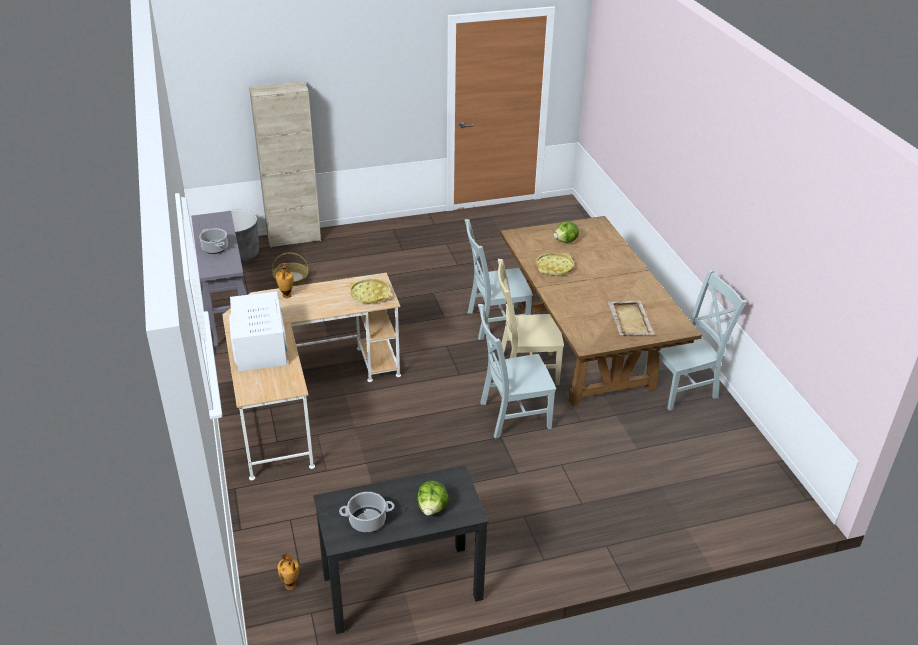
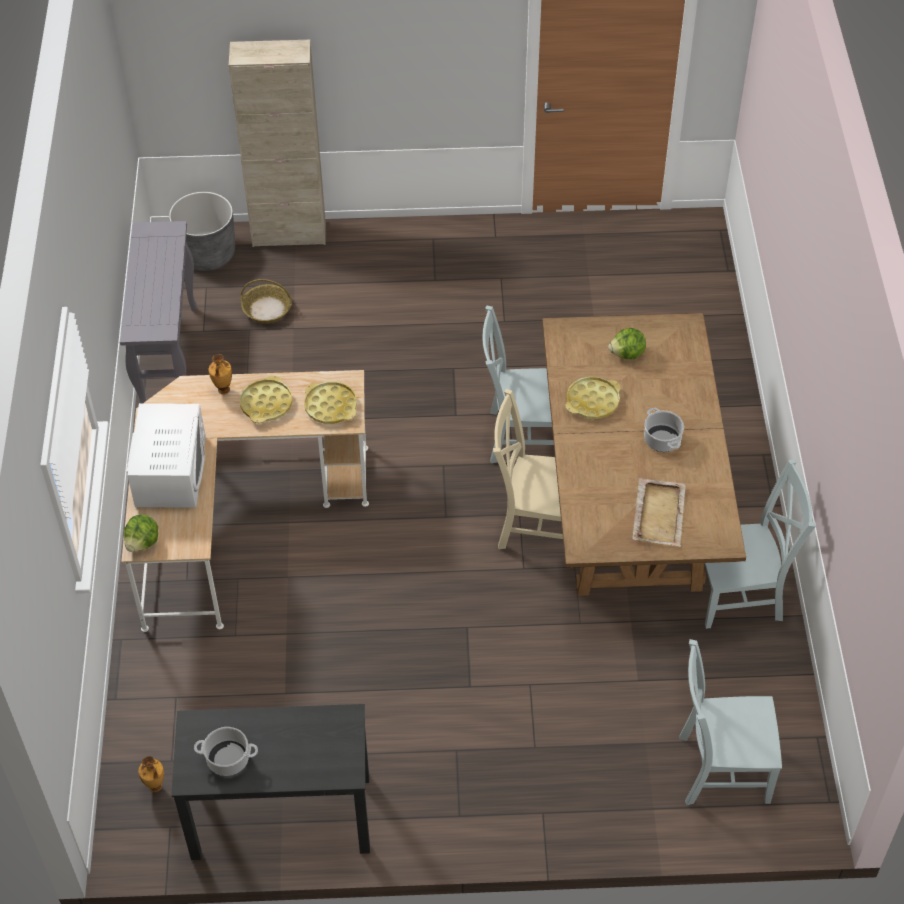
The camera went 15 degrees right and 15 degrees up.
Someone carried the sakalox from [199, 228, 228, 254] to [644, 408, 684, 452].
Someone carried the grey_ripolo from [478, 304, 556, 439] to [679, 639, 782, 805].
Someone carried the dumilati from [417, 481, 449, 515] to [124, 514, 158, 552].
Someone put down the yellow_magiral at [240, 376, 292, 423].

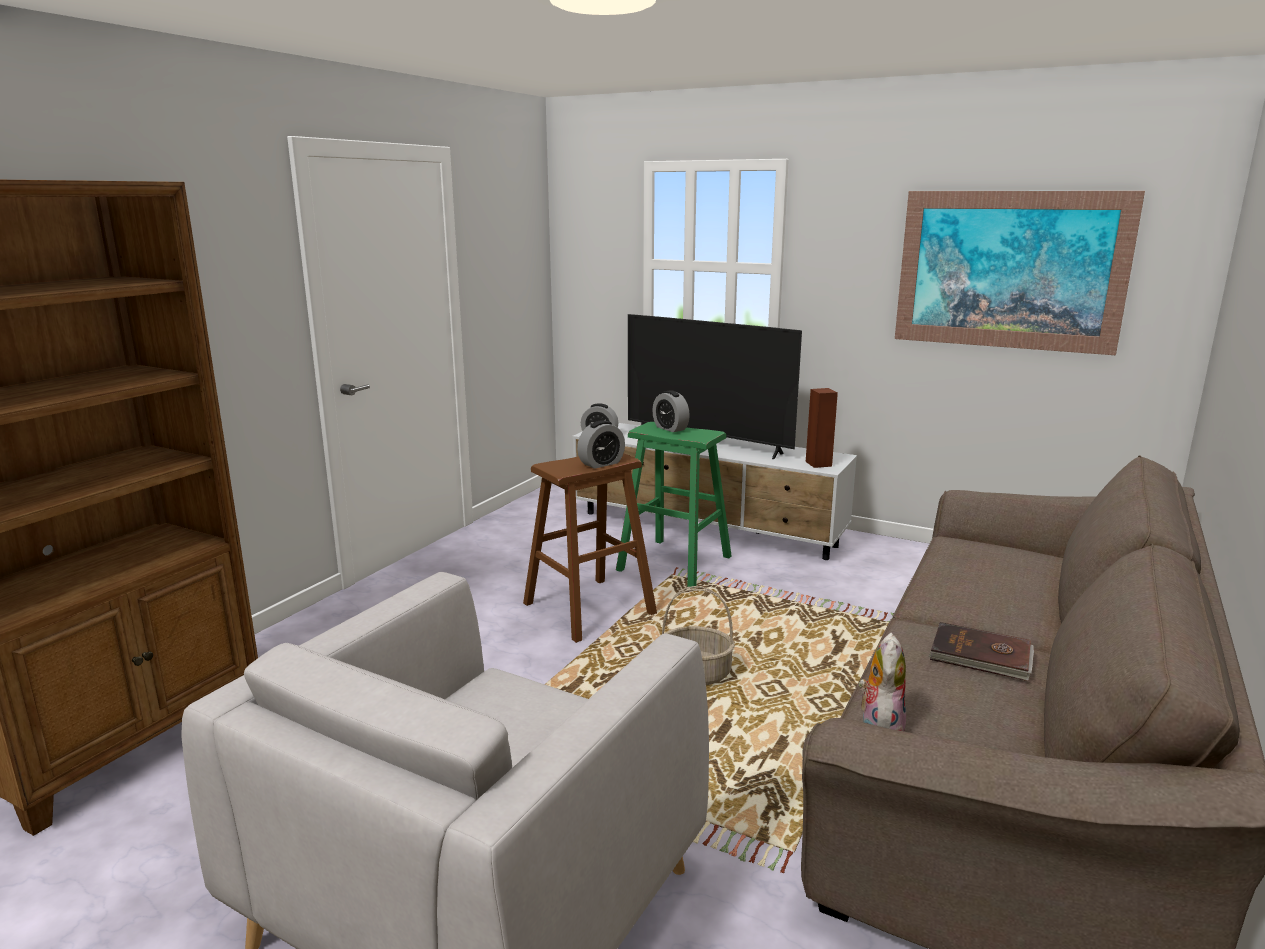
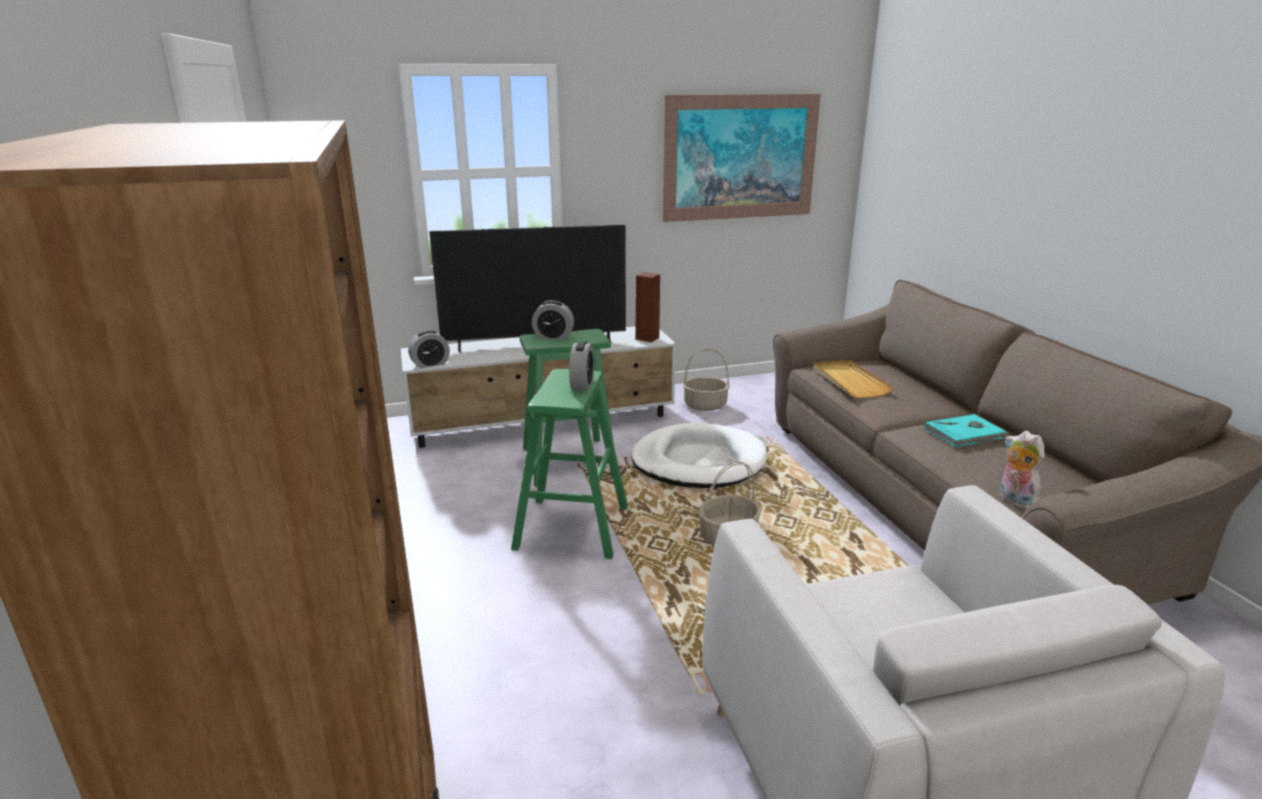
The camera went 45 degrees left and 5 degrees up.
Someone repainted the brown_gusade at [523, 453, 657, 643], which became the green_gusade at [511, 369, 628, 559].
Someone repainted the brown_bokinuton at [929, 622, 1034, 681], which became the turquoise_bokinuton at [925, 414, 1009, 448].
Someone put down the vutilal at [683, 349, 730, 411].
Someone put down the beige_magiral at [814, 360, 894, 398].
Someone put down the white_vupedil at [631, 423, 767, 488].

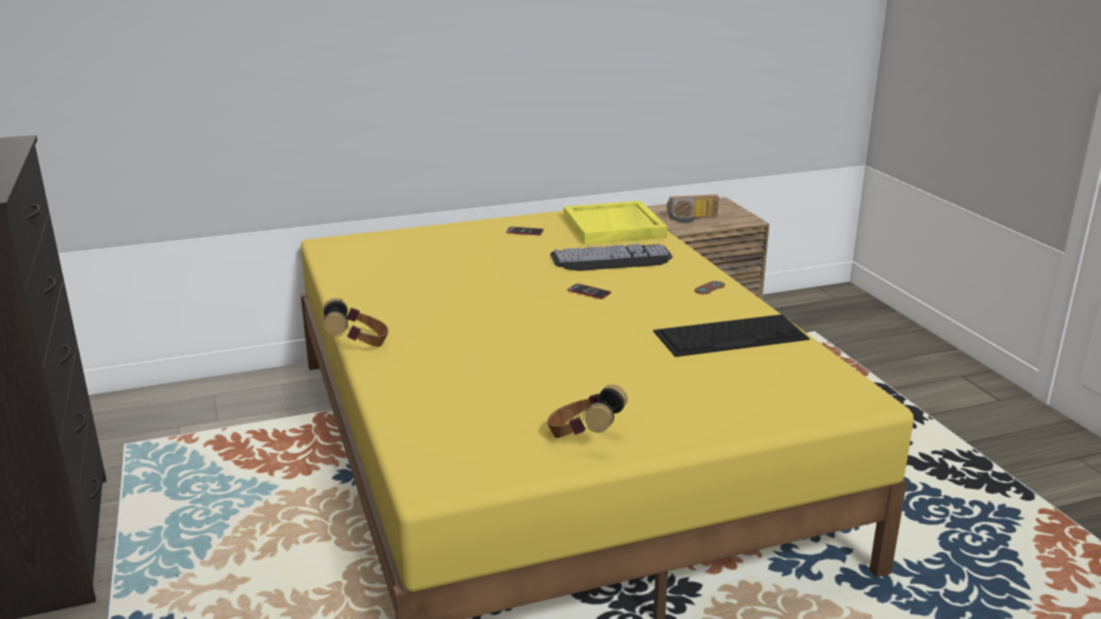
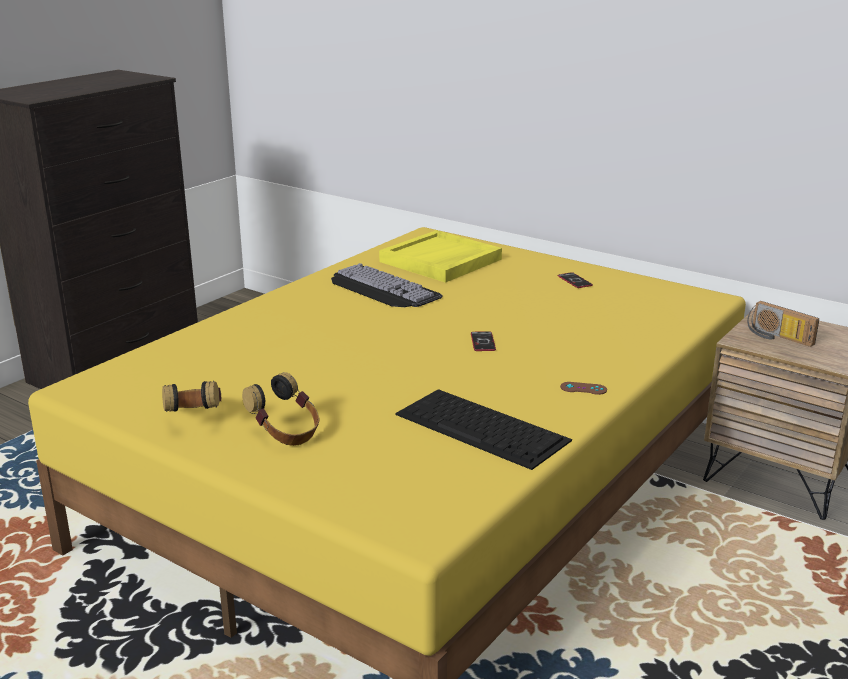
The camera went 55 degrees right and 0 degrees up.
Someone carried the yellow_magiral from [564, 201, 668, 245] to [379, 230, 502, 283].
Someone carried the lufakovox from [550, 244, 673, 271] to [331, 263, 443, 307].
Someone carried the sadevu from [324, 298, 389, 347] to [242, 372, 319, 446].

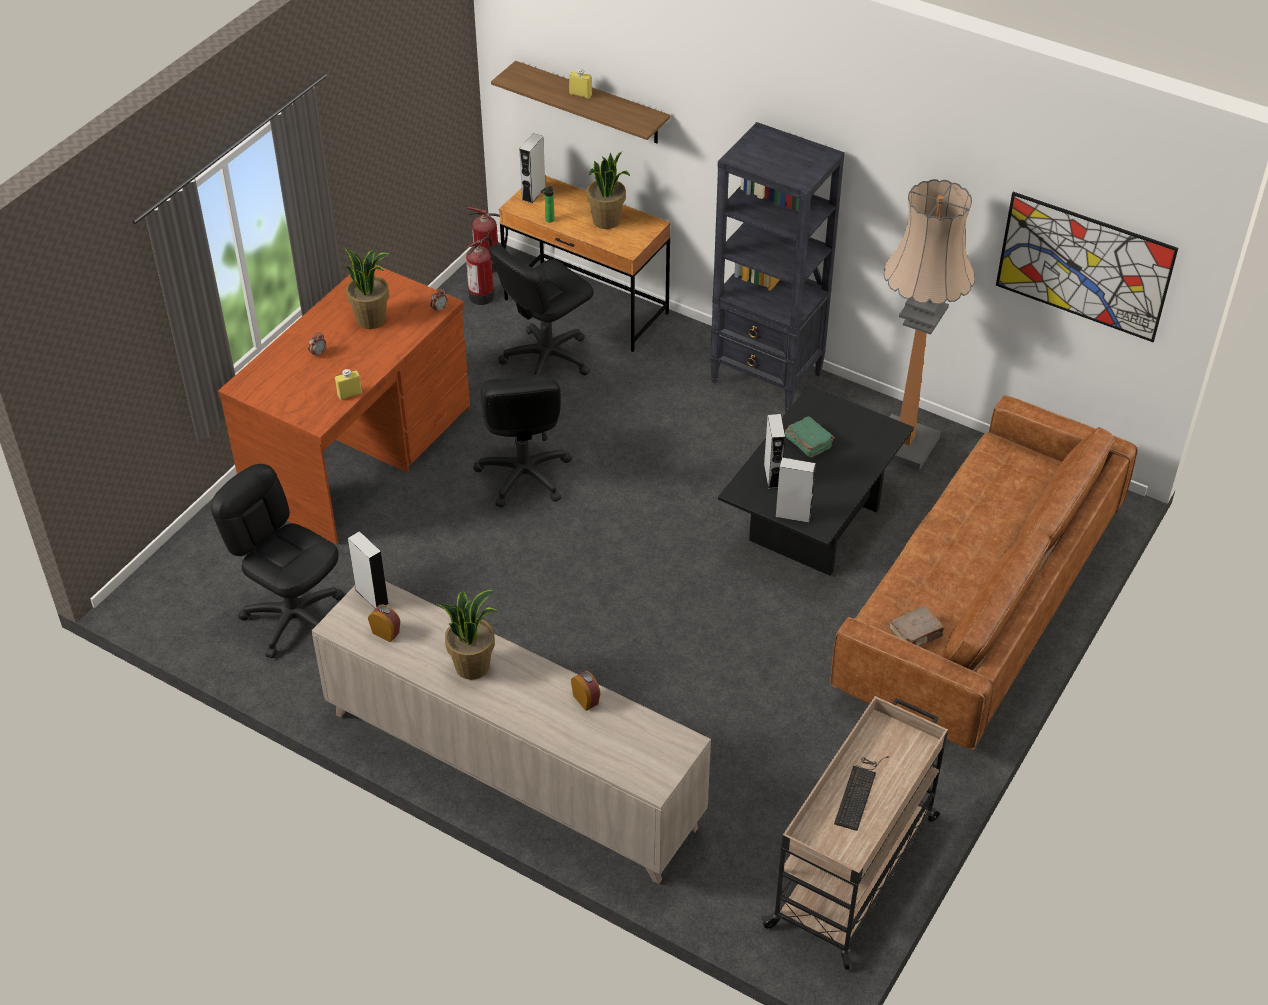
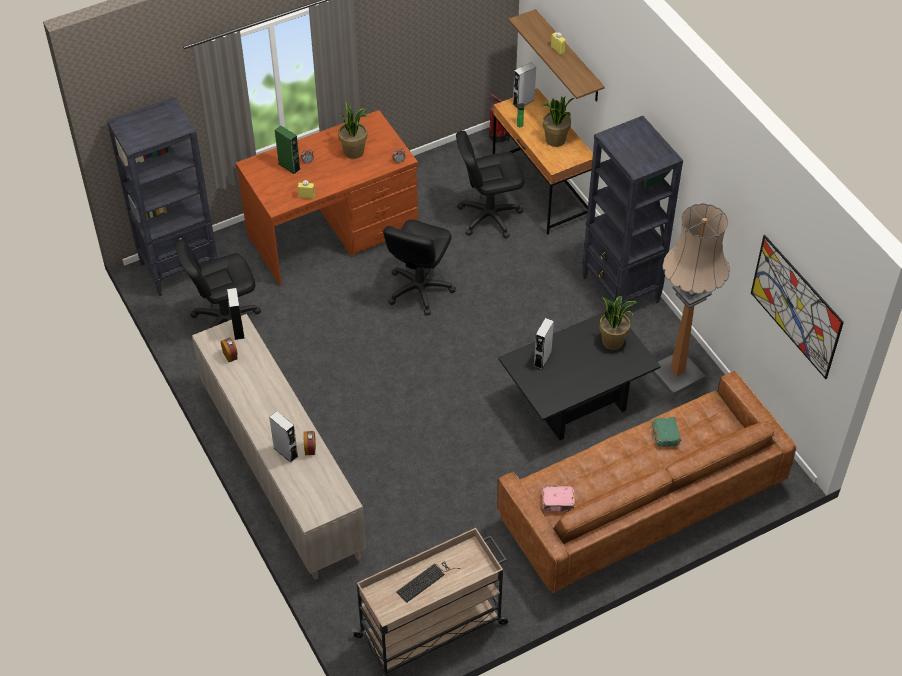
The camera went 30 degrees right and 5 degrees up.
Someone took away the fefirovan at [466, 237, 495, 305].
Someone carried the green_bokinuton from [785, 416, 835, 457] to [652, 417, 681, 447].
Someone carried the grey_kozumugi from [775, 458, 816, 523] to [269, 411, 298, 463].
Someone rotated the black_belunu at [211, 464, 345, 658] by 90 degrees counterclockwise.
Someone carried the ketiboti from [436, 590, 499, 680] to [599, 296, 637, 350].
Someone repainted the brown_bokinuton at [890, 606, 944, 646], which became the pink_bokinuton at [542, 486, 575, 512].
Someone put down the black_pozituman at [107, 97, 218, 296].
Someone put down the green_kozumugi at [275, 126, 301, 175].

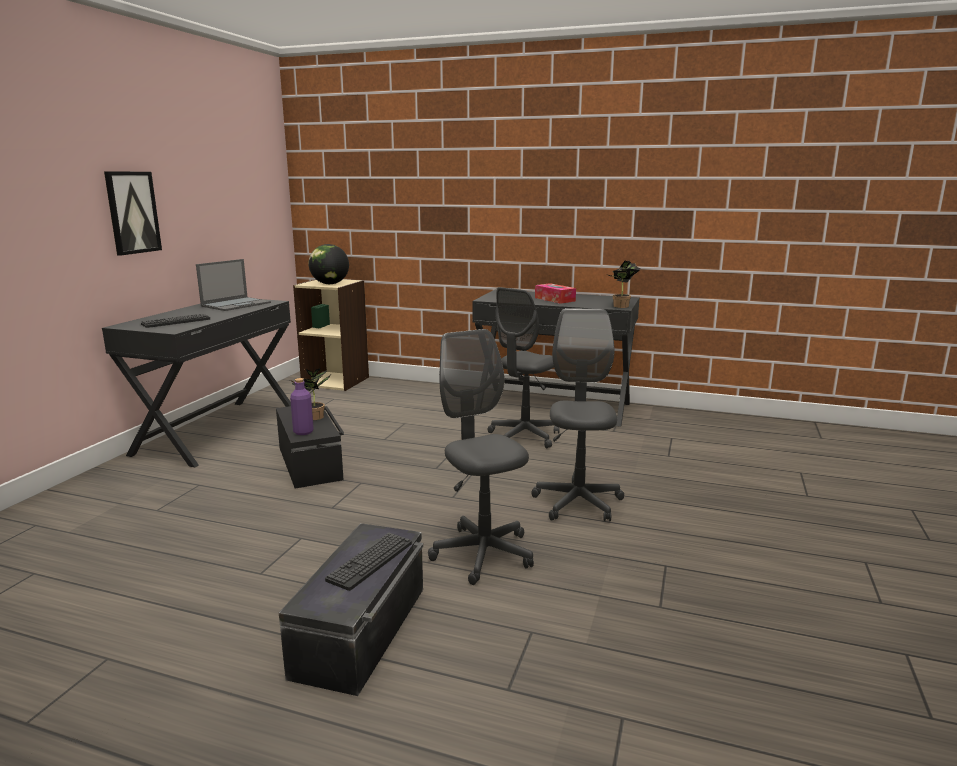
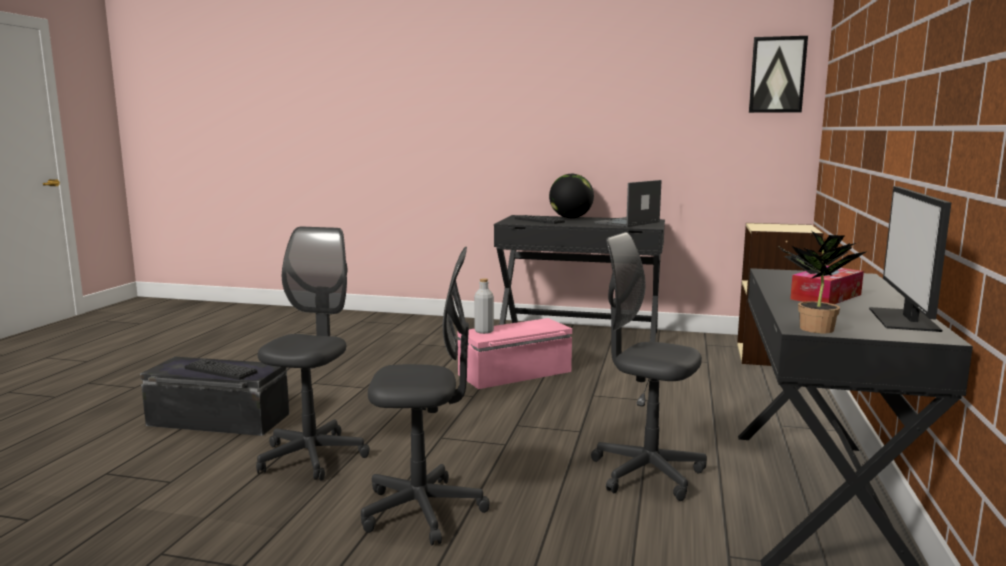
The camera went 85 degrees right and 5 degrees down.
Someone carried the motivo from [104, 171, 162, 256] to [749, 36, 808, 113].
Someone carried the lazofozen from [308, 244, 349, 284] to [549, 174, 594, 218].
Someone rotated the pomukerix at [196, 259, 271, 311] by 105 degrees clockwise.
Someone rotated the grey_belunu at [428, 329, 534, 585] by 45 degrees counterclockwise.
Someone took away the ketiboti at [290, 368, 331, 420].
Someone repainted the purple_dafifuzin at [290, 378, 314, 435], which became the grey_dafifuzin at [474, 278, 494, 334].
Someone repainted the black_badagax at [276, 406, 344, 488], which became the pink_badagax at [458, 318, 572, 389].
Someone put down the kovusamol at [869, 186, 951, 332].

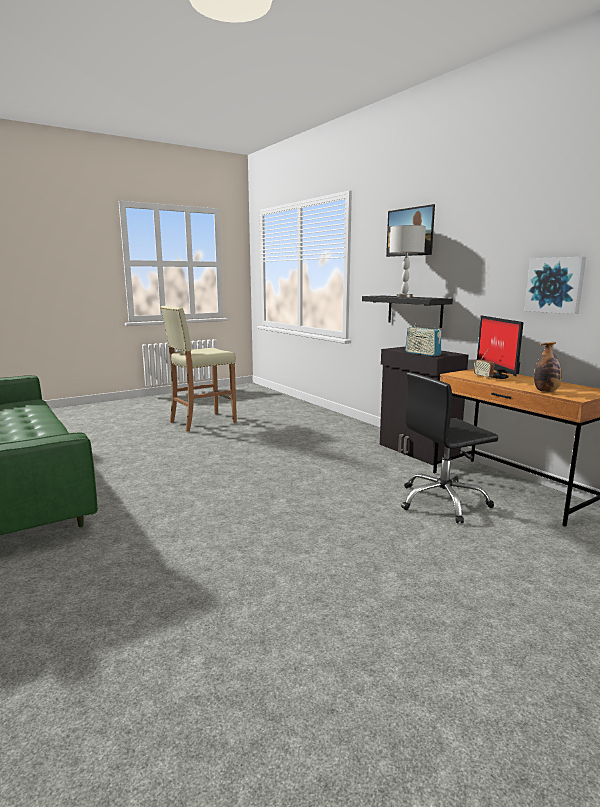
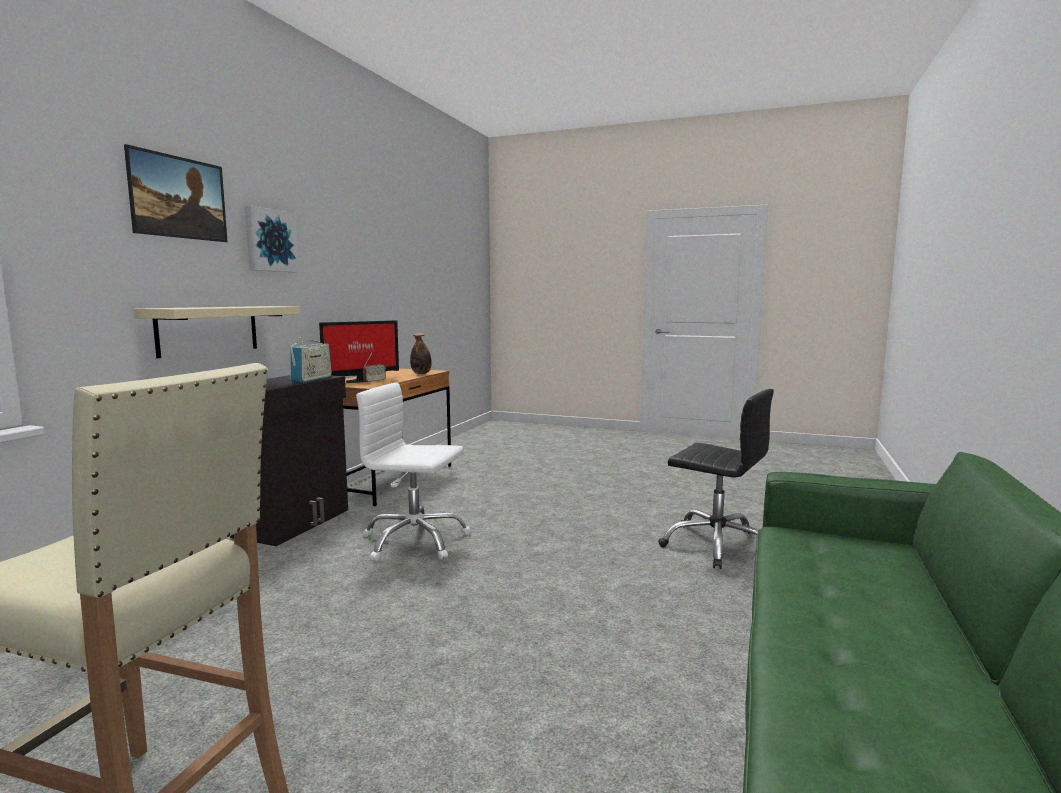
The camera went 125 degrees left and 5 degrees down.
Someone took away the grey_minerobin at [389, 225, 426, 298].
Someone carried the motivo from [524, 257, 586, 314] to [245, 206, 299, 272].
Someone repainted the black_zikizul at [362, 296, 453, 328], which became the beige_zikizul at [134, 306, 301, 358].
Someone carried the black_belunu from [401, 372, 498, 523] to [658, 389, 774, 569].
Someone put down the white_belunu at [356, 383, 471, 561].

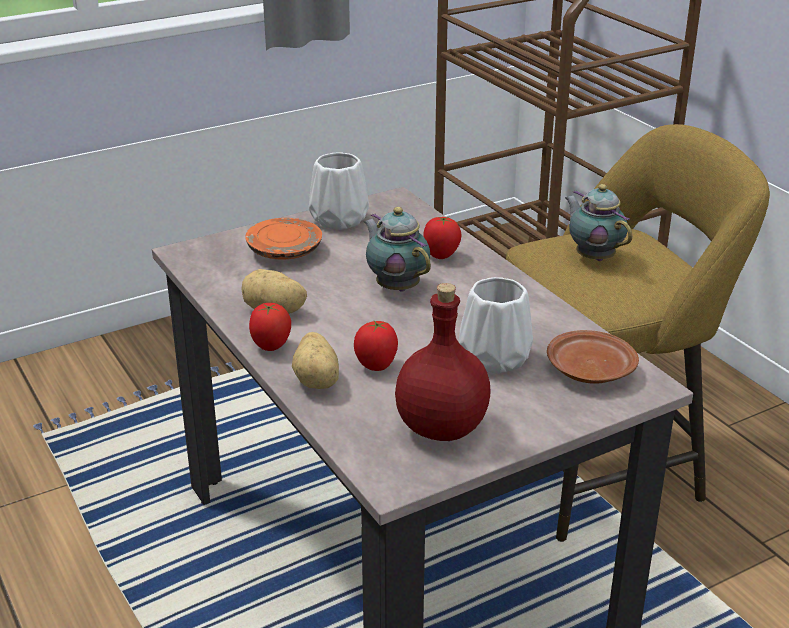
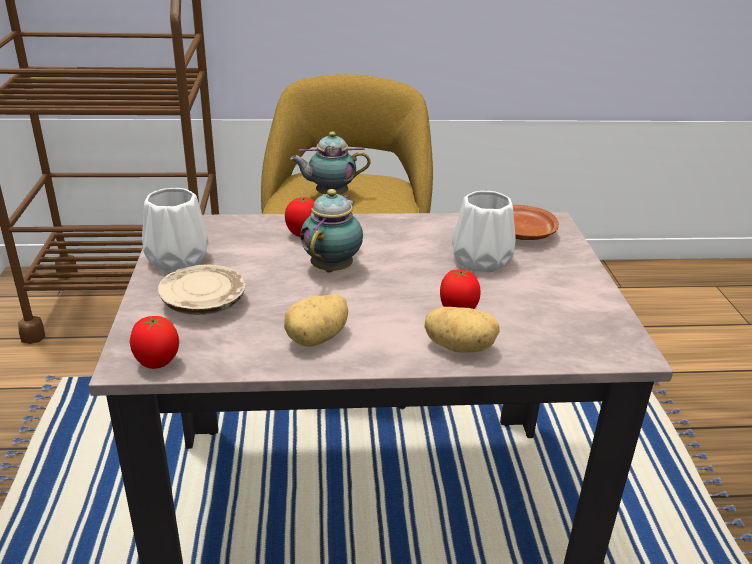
The camera went 65 degrees left and 0 degrees up.
Someone rotated the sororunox at [363, 207, 431, 292] by 120 degrees clockwise.
Someone repainted the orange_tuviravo at [245, 218, 322, 260], which became the beige_tuviravo at [158, 265, 246, 315].
Someone took away the red_dafifuzin at [395, 283, 490, 441].
Someone carried the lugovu from [249, 303, 291, 351] to [130, 316, 179, 369].

